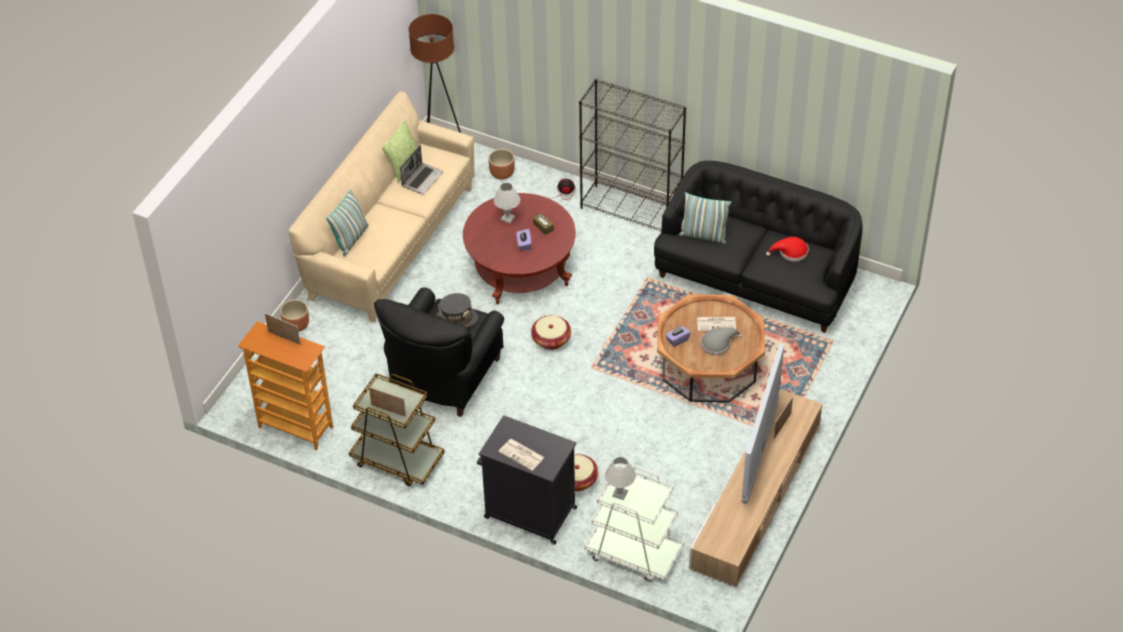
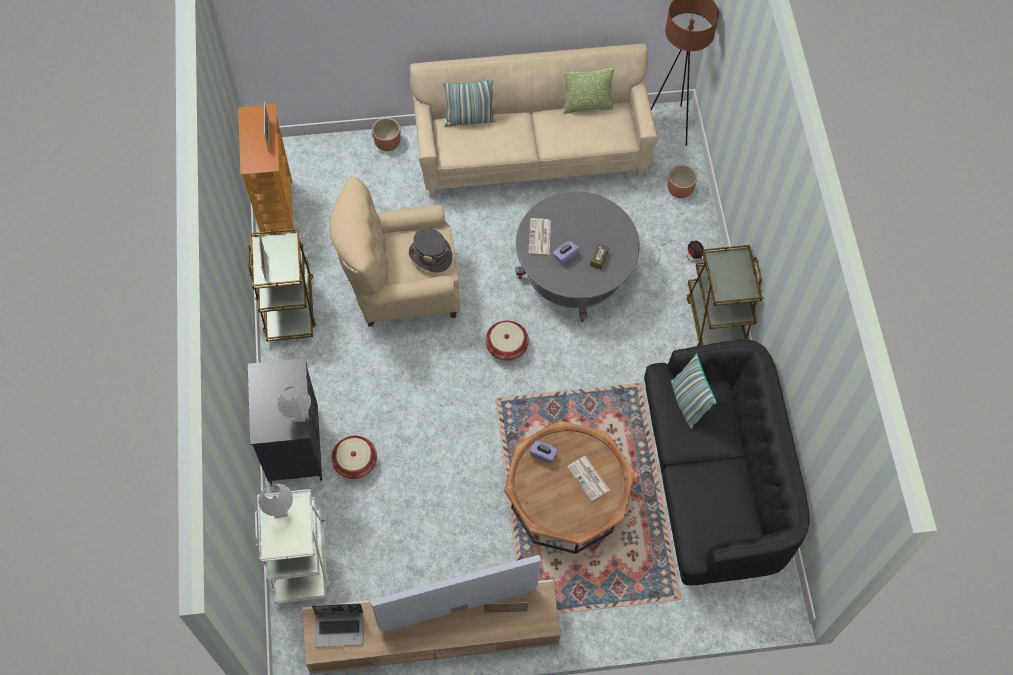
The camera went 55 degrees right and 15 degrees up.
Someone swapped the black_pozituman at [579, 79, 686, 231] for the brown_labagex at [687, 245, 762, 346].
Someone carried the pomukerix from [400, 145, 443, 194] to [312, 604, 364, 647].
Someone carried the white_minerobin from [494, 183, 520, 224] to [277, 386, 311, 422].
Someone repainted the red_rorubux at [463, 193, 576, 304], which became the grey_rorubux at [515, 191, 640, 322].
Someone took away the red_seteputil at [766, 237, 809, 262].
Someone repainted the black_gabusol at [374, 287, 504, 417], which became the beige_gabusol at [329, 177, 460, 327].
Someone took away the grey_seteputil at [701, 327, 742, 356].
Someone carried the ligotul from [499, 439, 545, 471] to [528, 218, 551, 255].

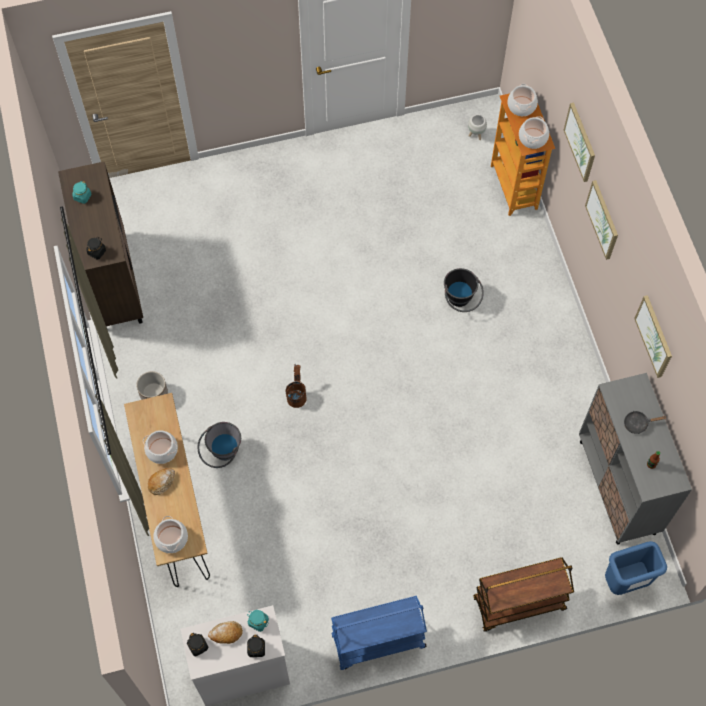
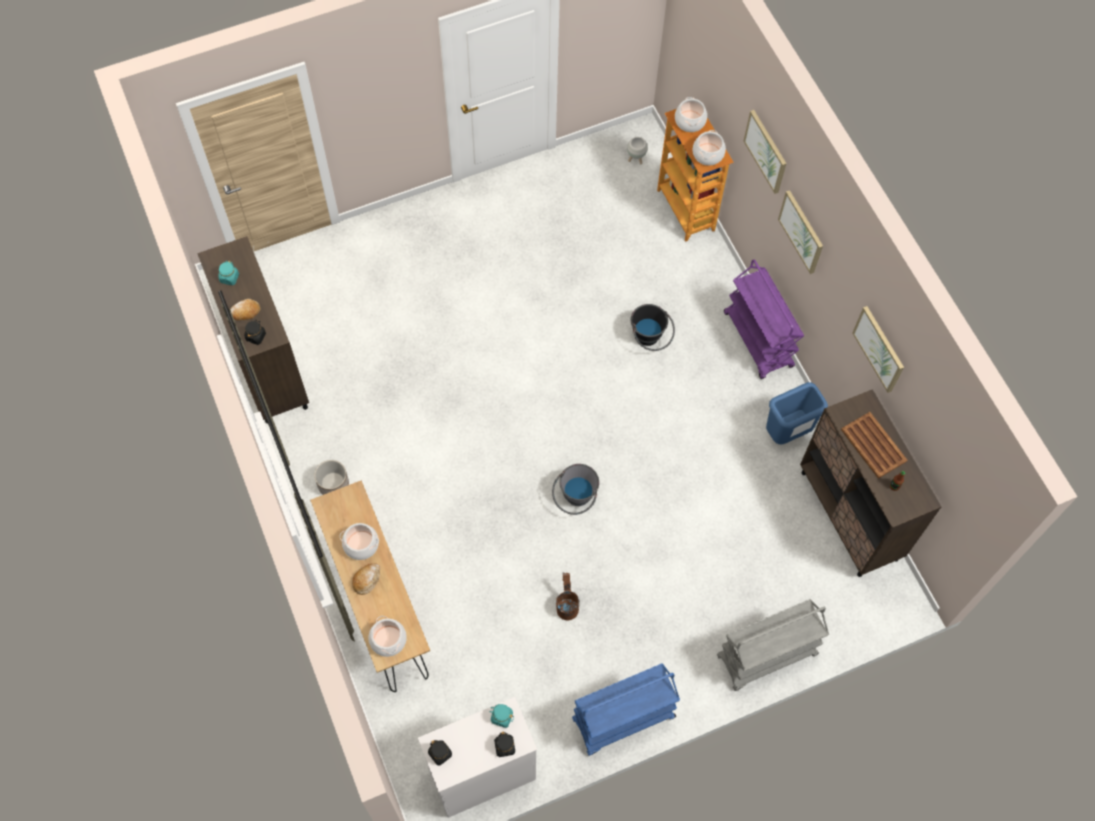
The camera went 10 degrees left and 0 degrees up.
Someone carried the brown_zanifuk from [286, 364, 307, 408] to [556, 572, 579, 621].
Someone repainted the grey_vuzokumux at [579, 373, 692, 544], which became the brown_vuzokumux at [800, 389, 942, 577].
Someone swapped the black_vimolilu at [624, 411, 666, 434] for the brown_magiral at [841, 412, 908, 479].
Someone carried the grey_zanifuk from [197, 422, 241, 468] to [552, 464, 599, 515].
Someone carried the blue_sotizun from [605, 541, 667, 595] to [766, 382, 828, 445].
Someone repainted the brown_labagex at [473, 557, 574, 632], which became the grey_labagex at [717, 599, 829, 691].
Someone carried the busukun from [208, 621, 243, 644] to [230, 299, 260, 321].
Someone put down the purple_labagex at [724, 259, 804, 379].

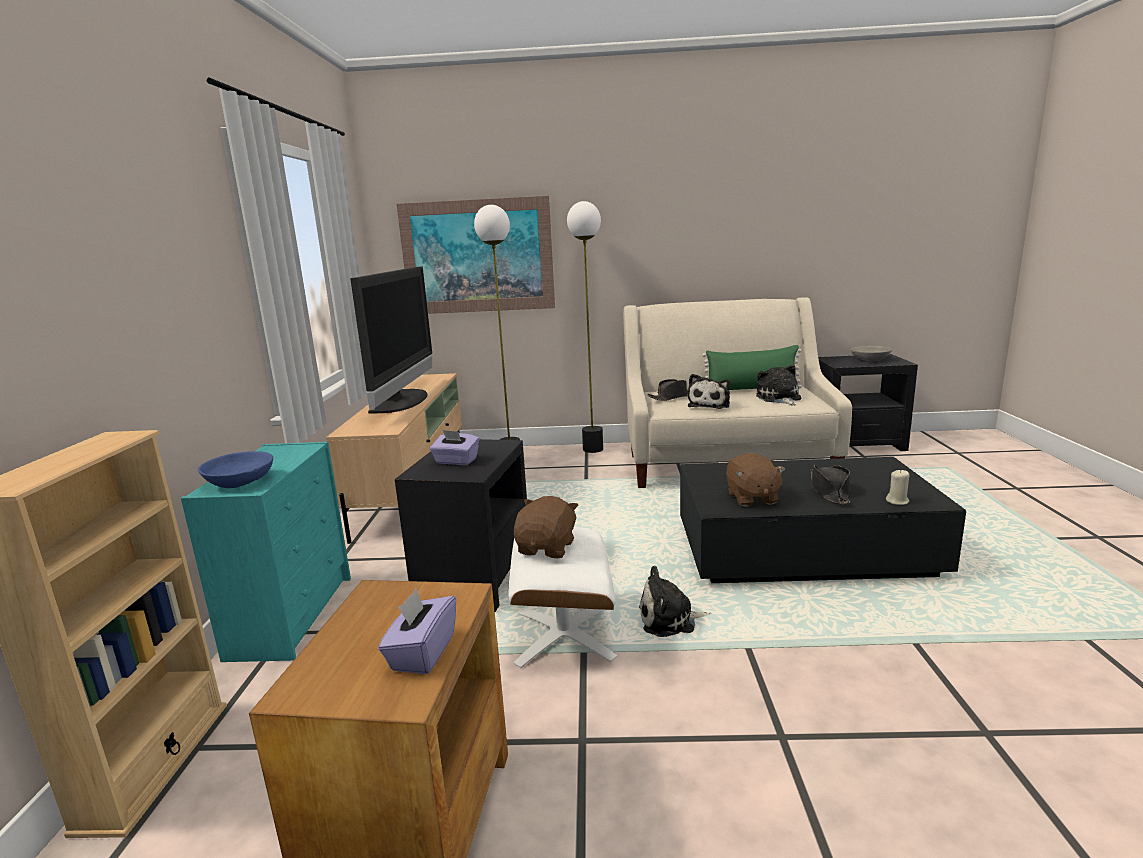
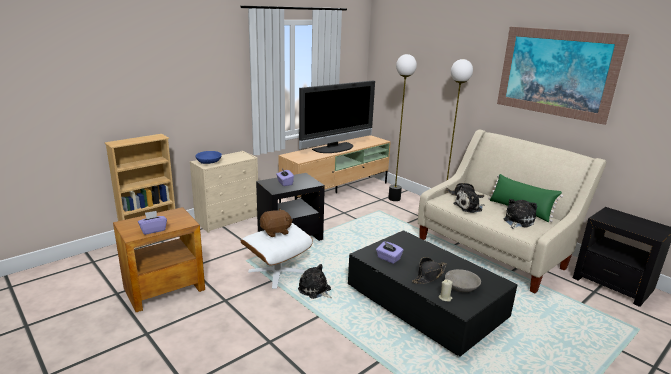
The camera went 45 degrees right and 5 degrees up.
Someone carried the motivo from [397, 196, 555, 314] to [497, 27, 629, 125].
Someone carried the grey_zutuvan from [851, 346, 892, 362] to [445, 269, 481, 292].
Someone repainted the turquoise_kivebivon at [181, 442, 351, 662], which became the beige_kivebivon at [190, 151, 258, 233].
Someone swapped the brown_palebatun at [726, 453, 785, 507] for the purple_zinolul at [376, 241, 403, 264].

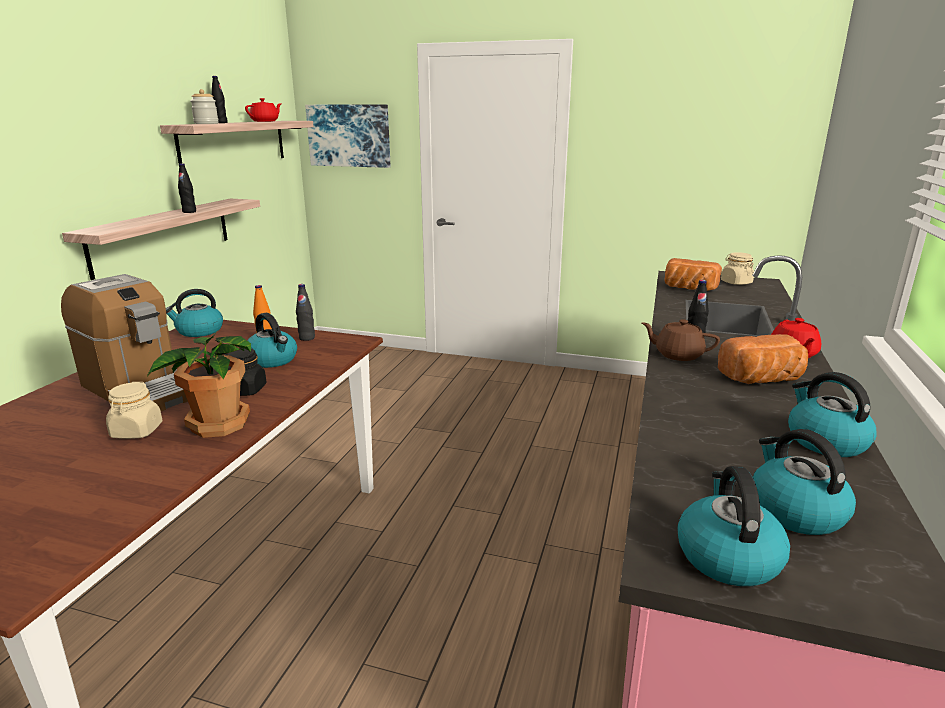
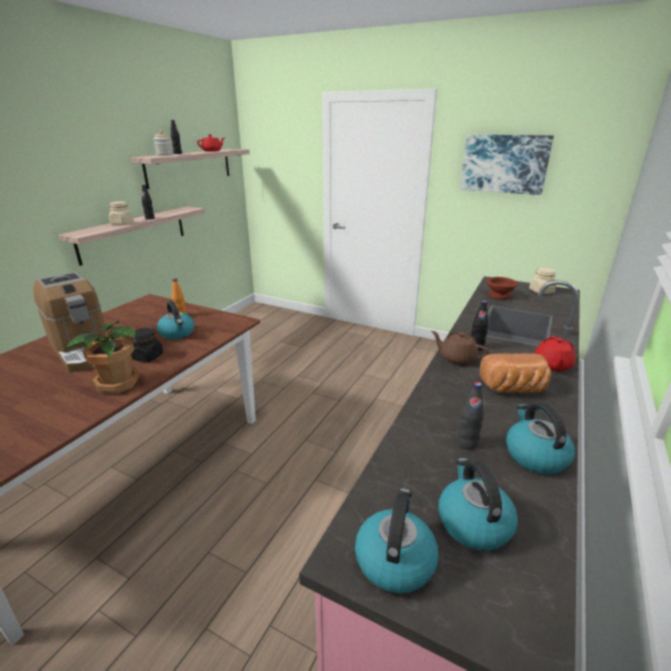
The camera went 10 degrees right and 5 degrees up.
Someone carried the motivo from [305, 105, 391, 168] to [460, 134, 554, 195].
Someone swapped the busukun at [664, 258, 722, 291] for the brown_zutuvan at [487, 277, 518, 300].
Someone carried the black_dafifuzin from [296, 284, 315, 341] to [457, 382, 484, 450].
Someone took away the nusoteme at [166, 289, 223, 337].
Someone carried the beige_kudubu from [106, 382, 163, 439] to [109, 201, 133, 224].

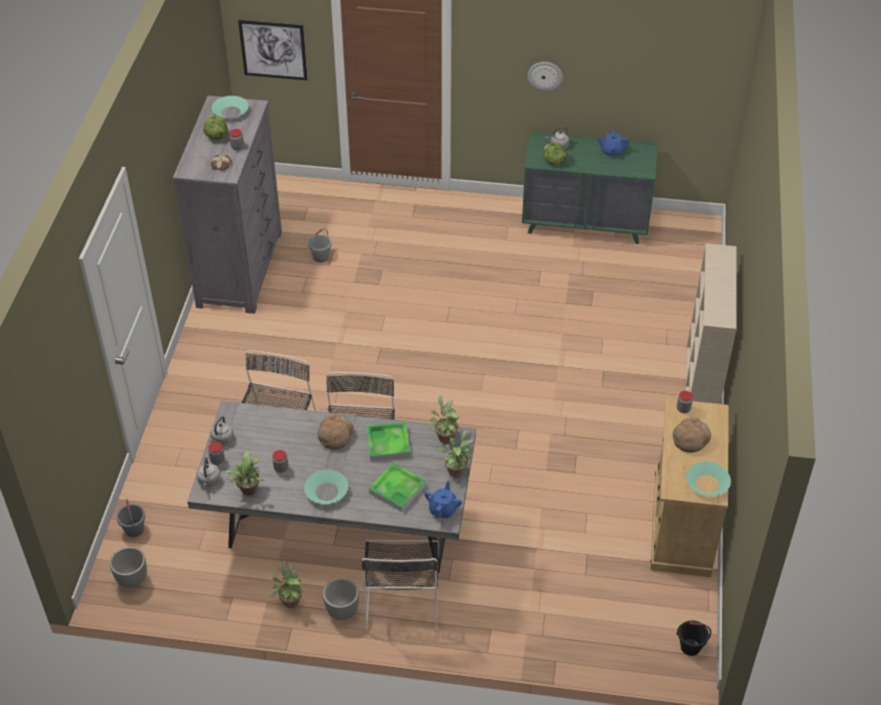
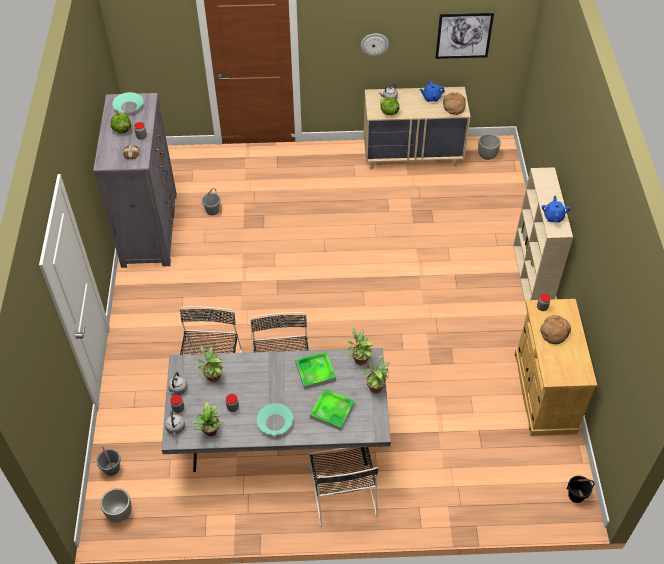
The camera went 10 degrees left and 5 degrees up.
Someone carried the motivo from [238, 20, 308, 80] to [435, 13, 494, 59].
Someone repainted the green_kivebivon at [522, 132, 658, 244], which became the beige_kivebivon at [363, 87, 471, 169].
Someone carried the busukun from [317, 414, 353, 450] to [443, 92, 466, 115].
Someone took away the turquoise_zutuvan at [686, 462, 731, 496].
Someone carried the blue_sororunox from [424, 481, 462, 518] to [542, 196, 571, 223].
Someone carried the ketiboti from [271, 561, 303, 608] to [197, 346, 223, 382].
Someone carried the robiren from [323, 578, 359, 620] to [478, 134, 501, 160].

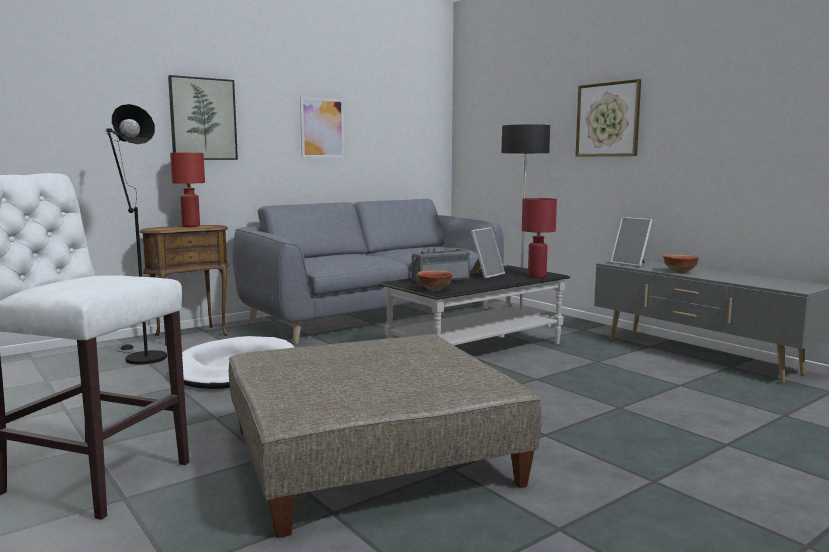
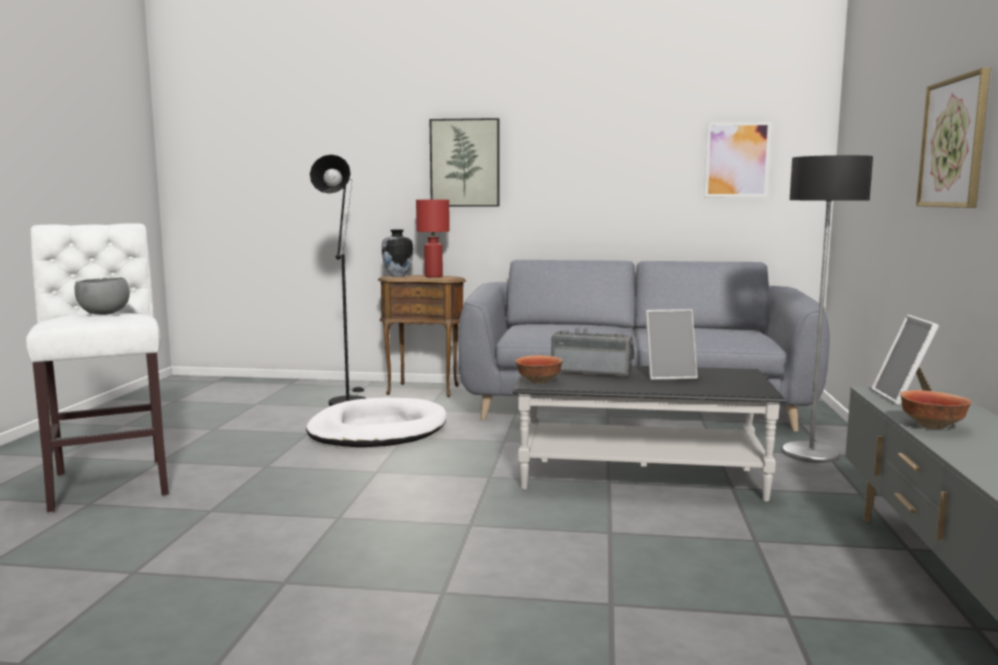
The camera went 45 degrees right and 0 degrees up.
Someone carried the motivo from [300, 97, 345, 158] to [704, 122, 772, 197].
Someone took away the red_minerobin at [522, 198, 557, 278].
Someone took away the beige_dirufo at [229, 334, 542, 538].
Someone put down the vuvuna at [382, 229, 413, 277].
Someone put down the grey_zutuvan at [75, 278, 130, 315].

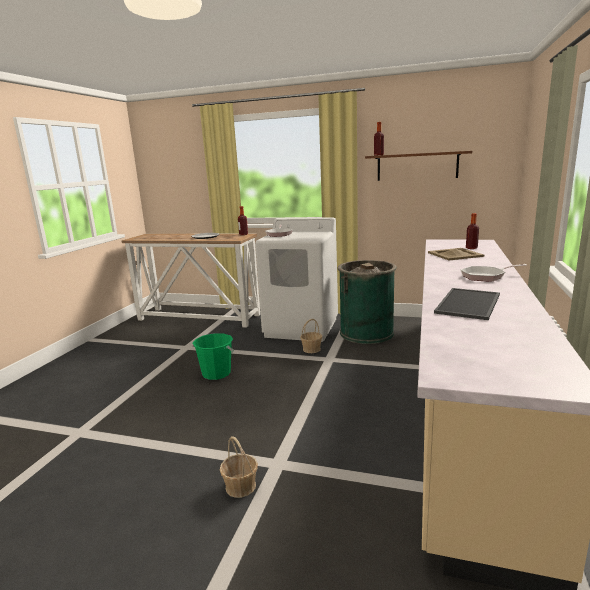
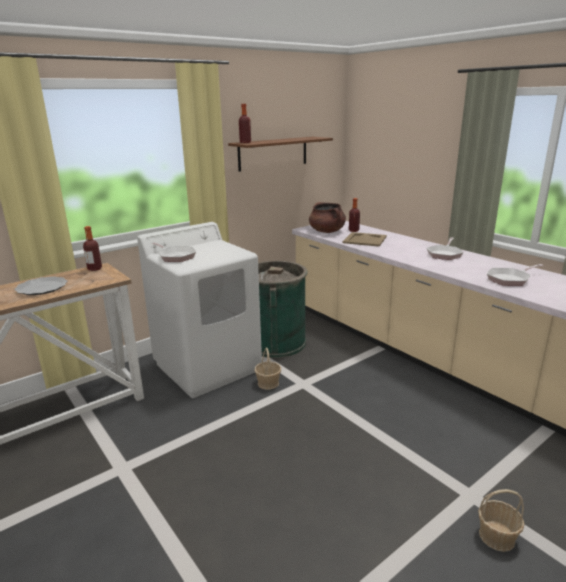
The camera went 55 degrees left and 5 degrees up.
Someone swapped the magiral at [434, 288, 500, 320] for the vimolilu at [487, 264, 544, 286].
Someone took away the green_zanifuk at [193, 333, 234, 380].
Someone put down the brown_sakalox at [309, 202, 346, 233].

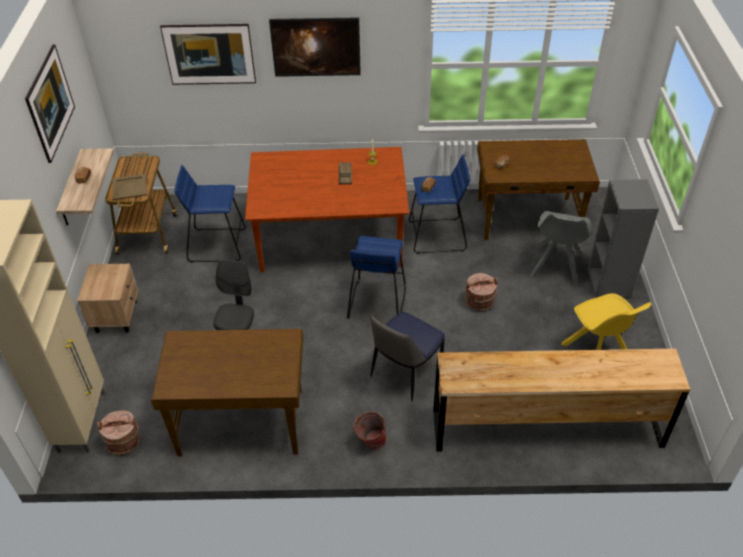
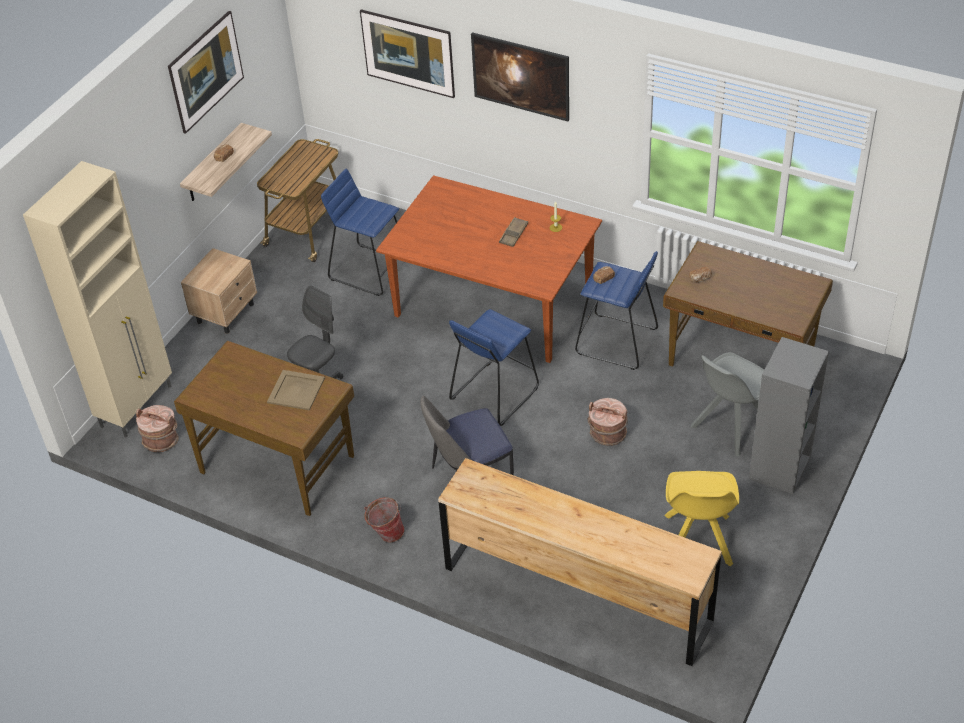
The camera went 30 degrees right and 0 degrees up.
Someone carried the beige_magiral from [112, 173, 147, 200] to [267, 370, 325, 411].

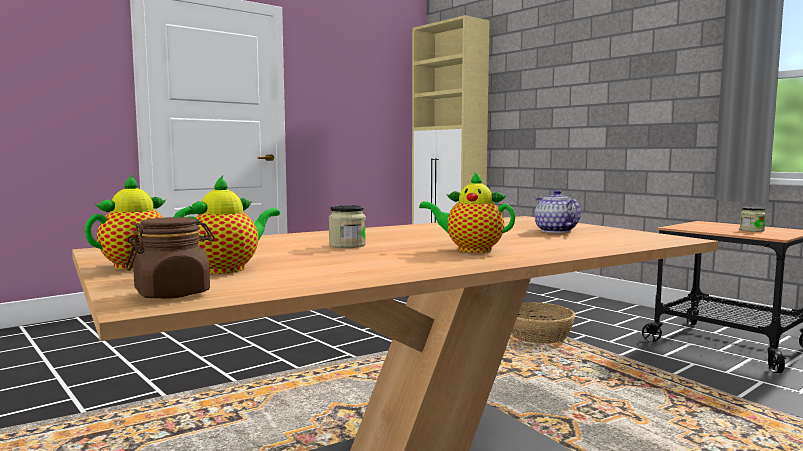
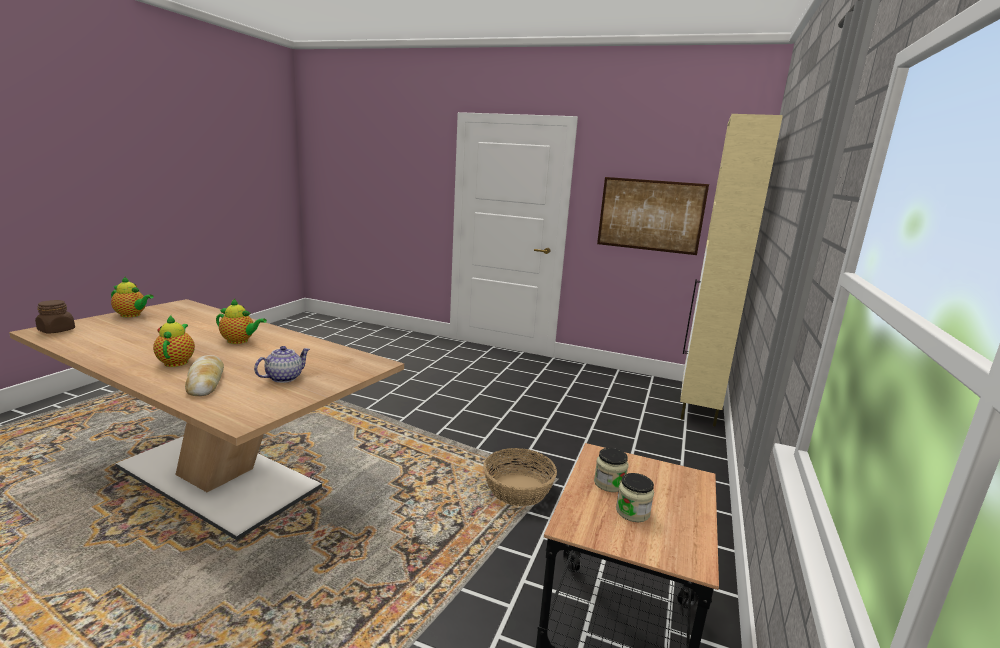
The camera went 60 degrees right and 10 degrees up.
Someone carried the sororunox from [188, 176, 280, 274] to [216, 299, 267, 344].
Someone carried the kudubu from [329, 205, 366, 248] to [594, 448, 628, 492].
Someone put up the motivo at [597, 177, 709, 255].
Someone put down the busukun at [185, 355, 224, 396].

